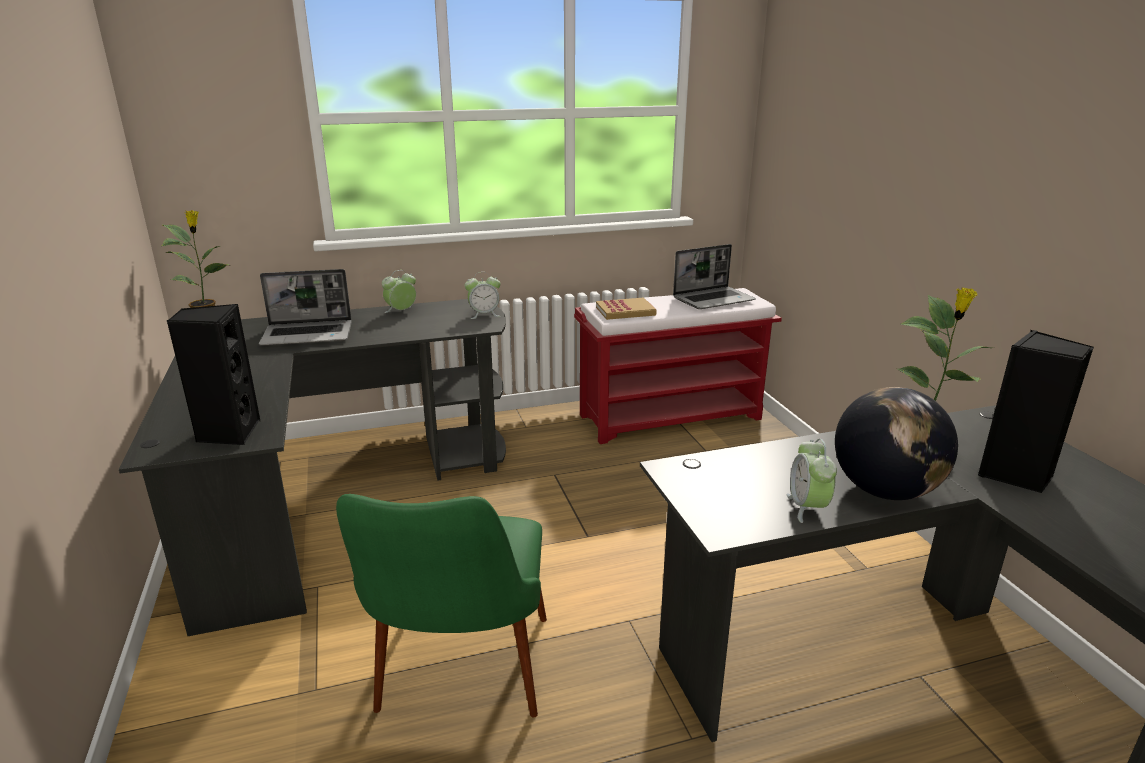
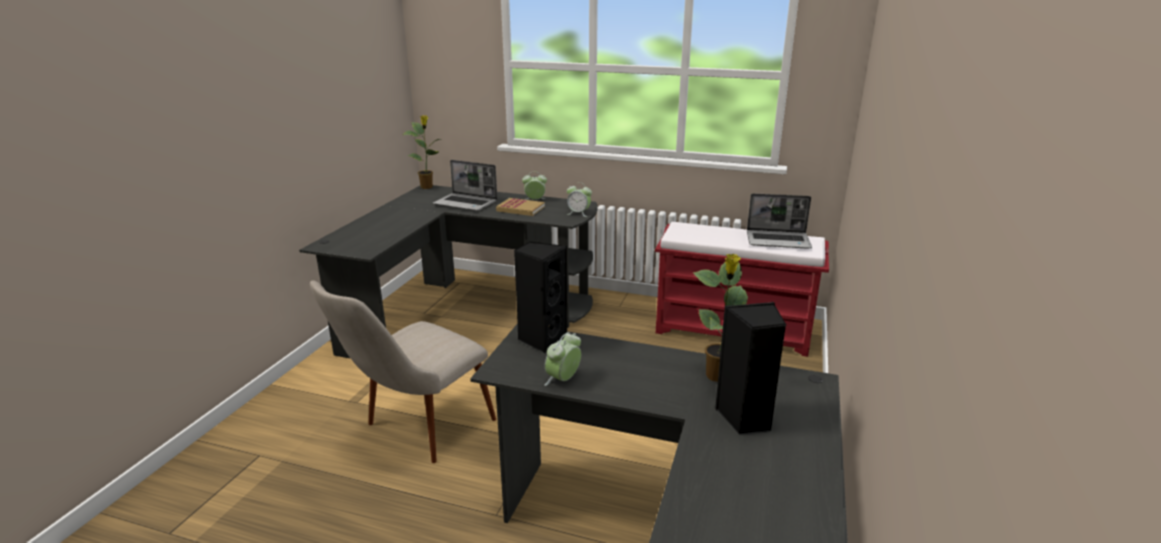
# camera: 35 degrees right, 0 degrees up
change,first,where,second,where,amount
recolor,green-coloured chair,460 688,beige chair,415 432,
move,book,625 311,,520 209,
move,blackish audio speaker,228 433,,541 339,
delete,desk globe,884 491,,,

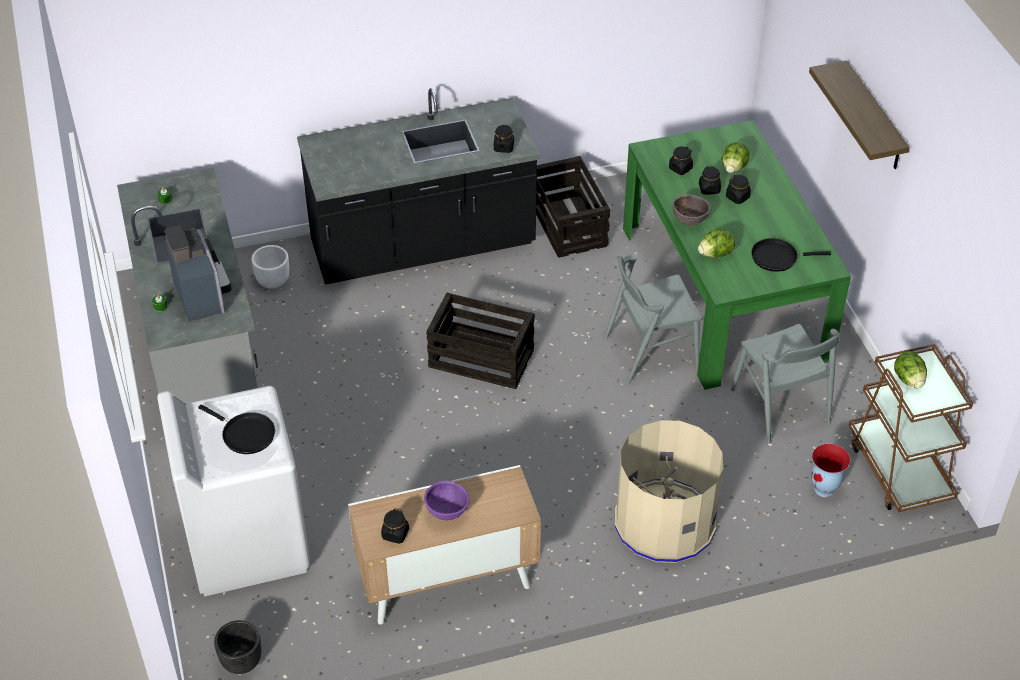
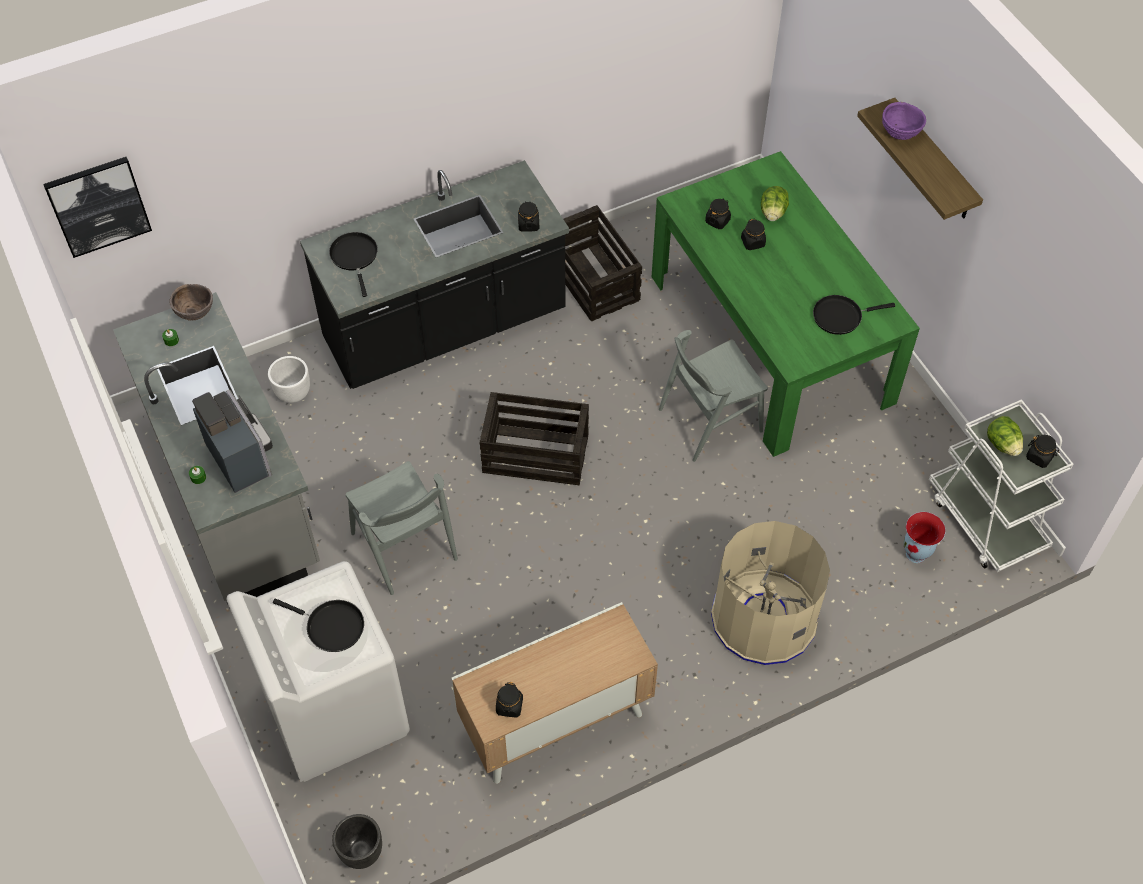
# camera: 10 degrees left, 10 degrees up
change,first,where,second,where,amount
insert,,,wall picture,98 205,
move,brownish serving bowl,689 222,,195 314,
insert,,,blackish pan,355 257,
move,grey chair,780 406,,404 547,
move,purple-coloured serving bowl,447 513,,899 134,
recolor,brownish wheeled cart,899 470,white wheeled cart,986 520,
move,blackish preserve jar,737 197,,1039 457,
delete,lettuce,715 254,,,

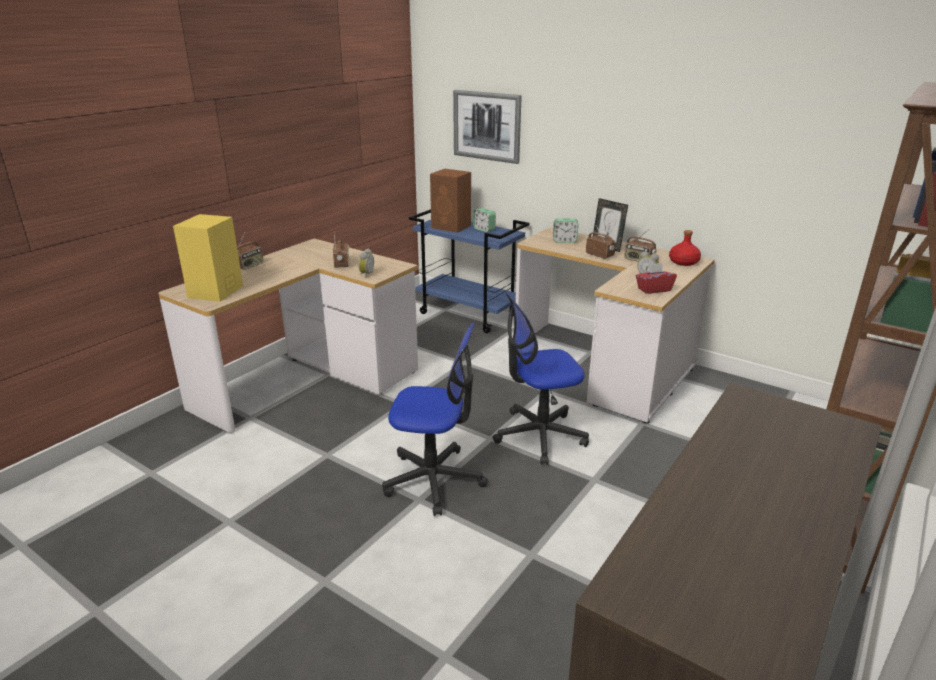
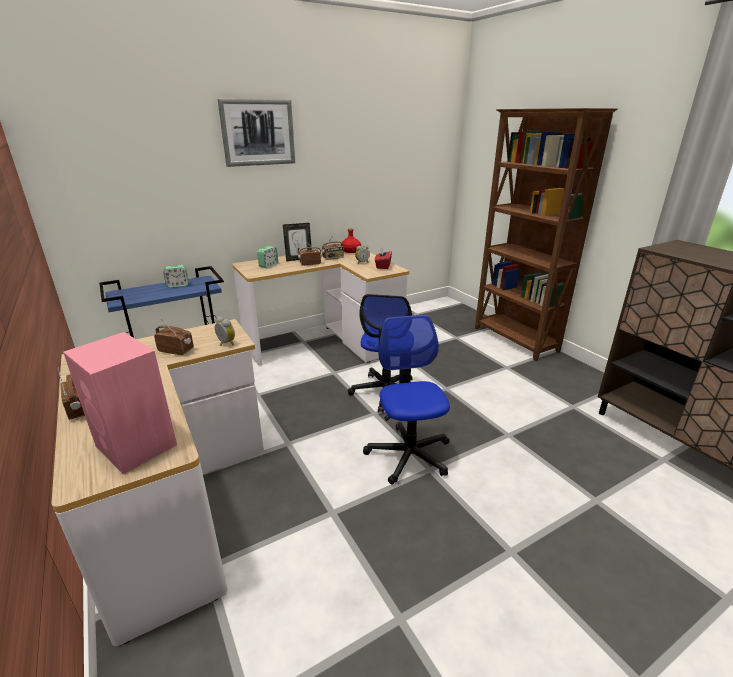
# camera: 65 degrees left, 0 degrees up
change,first,where,second,where,amount
recolor,yellow audio speaker,215 292,pink audio speaker,137 446,
move,wall picture,487 126,,258 133,
rotate,office chair,434 480,,409 455,45 degrees counterclockwise
delete,brownish audio speaker,452 227,,,

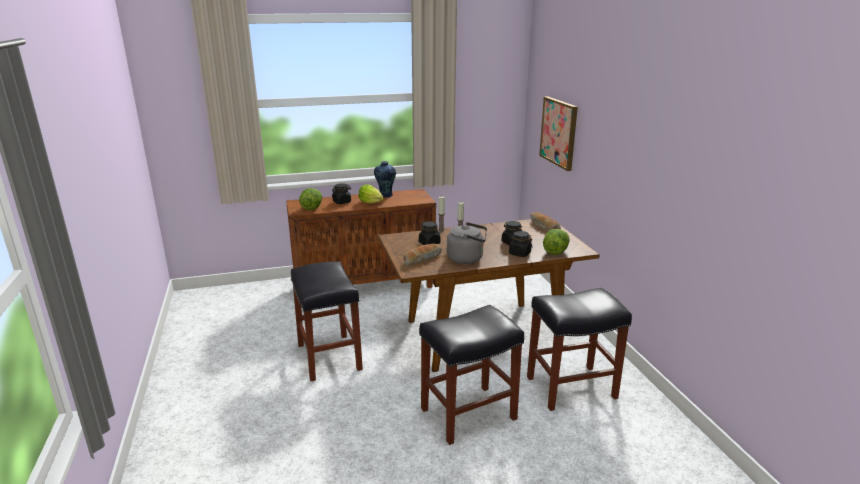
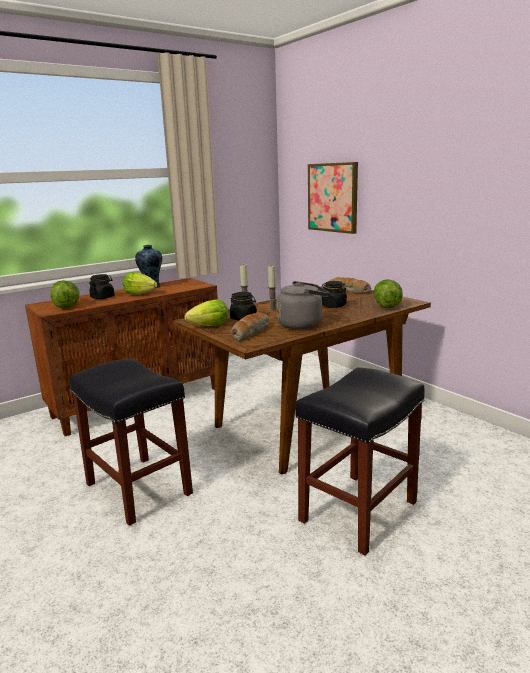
# camera: 20 degrees left, 5 degrees down
change,first,where,second,where,amount
insert,,,lettuce,210 326,
delete,blackish preserve jar,519 253,,,
delete,blackish sitting stool,570 388,,,

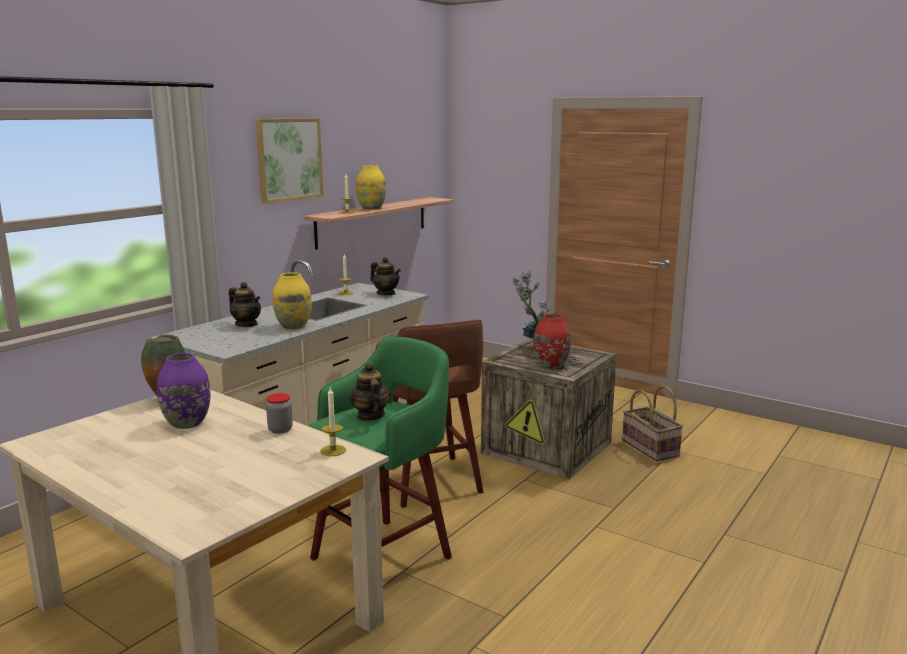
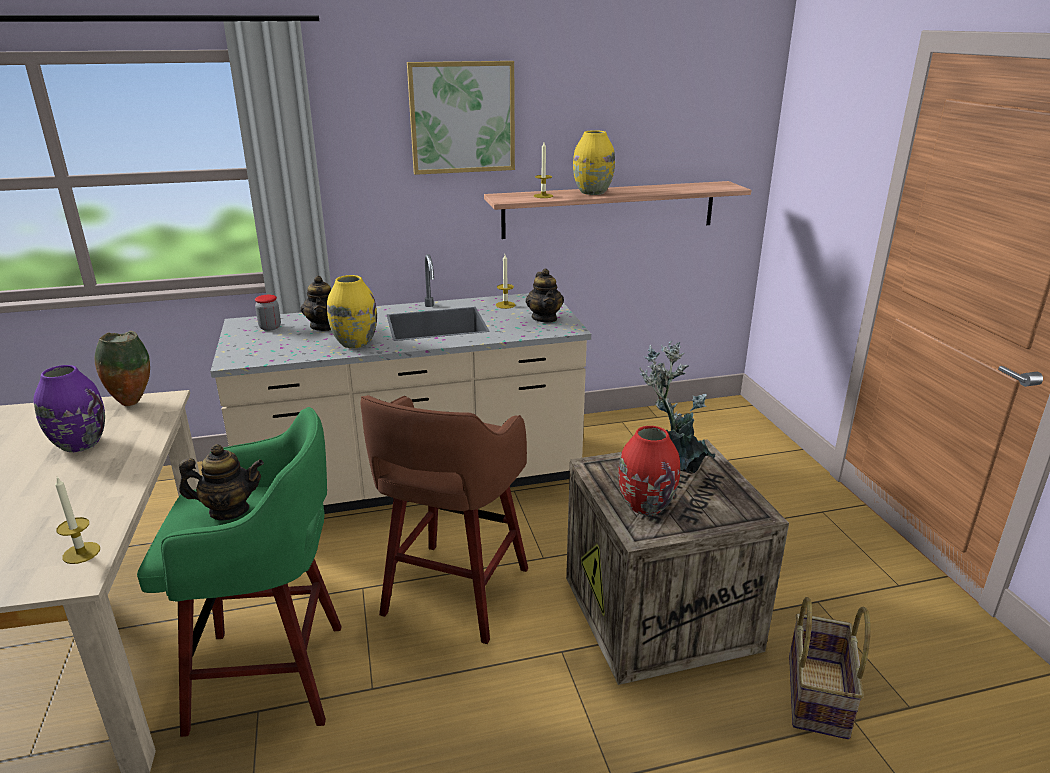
# camera: 40 degrees right, 10 degrees up
change,first,where,second,where,amount
rotate,tea pot,370 416,,229 510,60 degrees clockwise
move,preserve jar,280 430,,270 327,

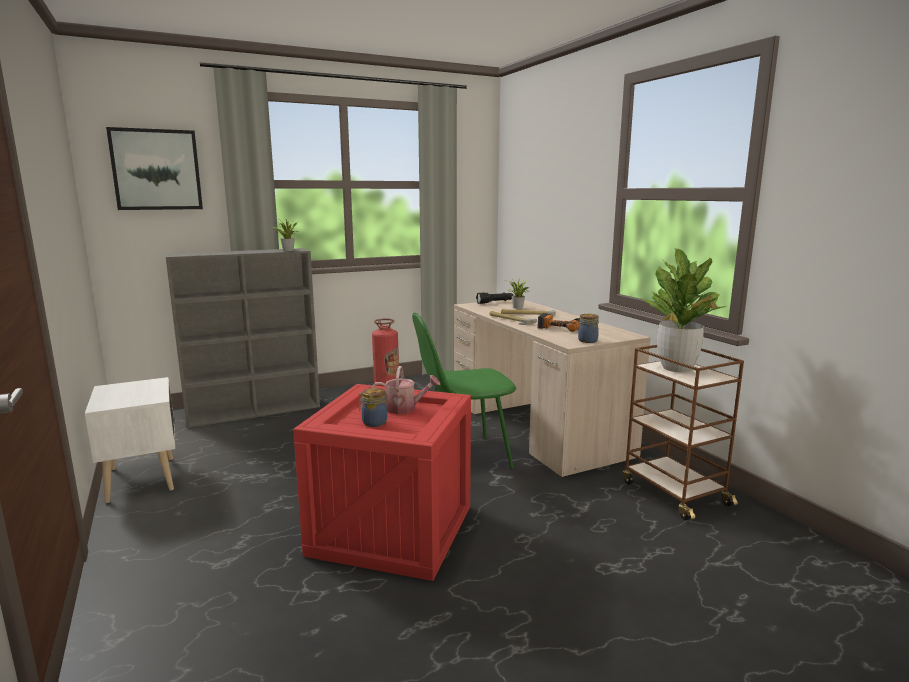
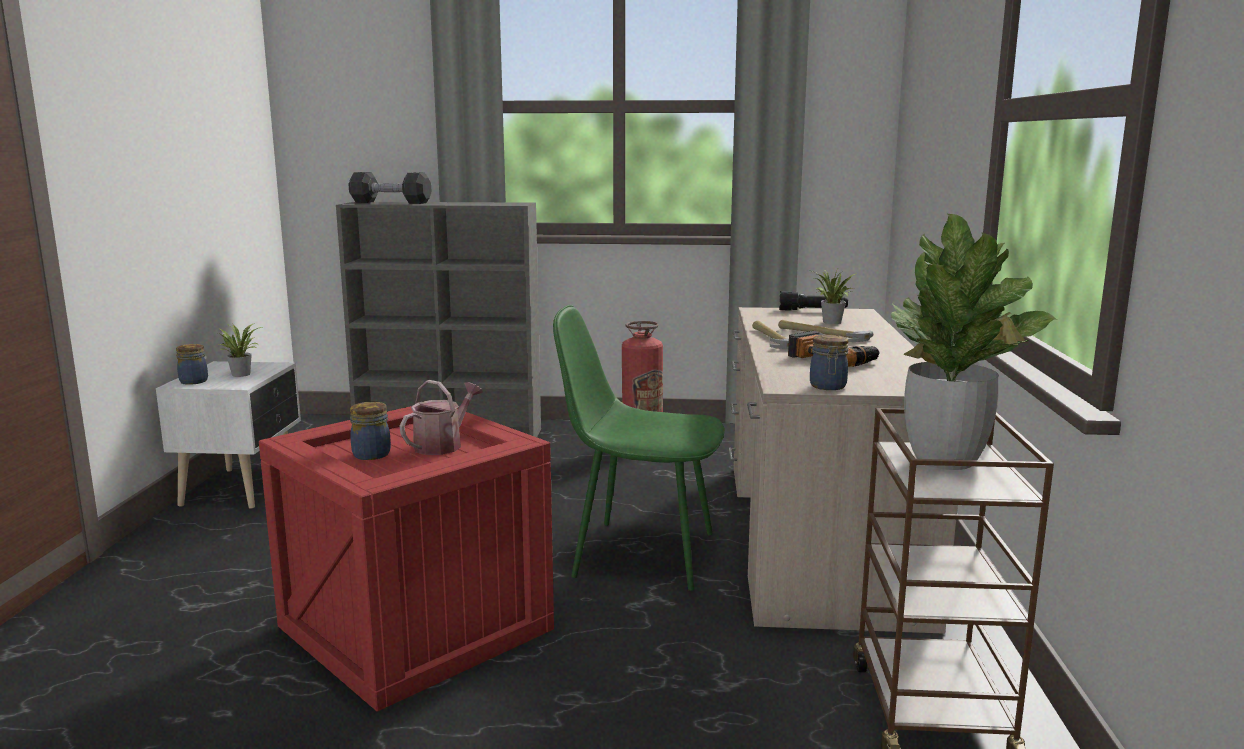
# camera: 30 degrees right, 0 degrees up
change,first,where,second,where,amount
insert,,,preserve jar,193 381,
move,houseplant,287 250,,241 374,
insert,,,blackish hand weight,391 202,
rotate,sprinkling can,405 409,,442 445,90 degrees counterclockwise
delete,wall picture,156 170,,,

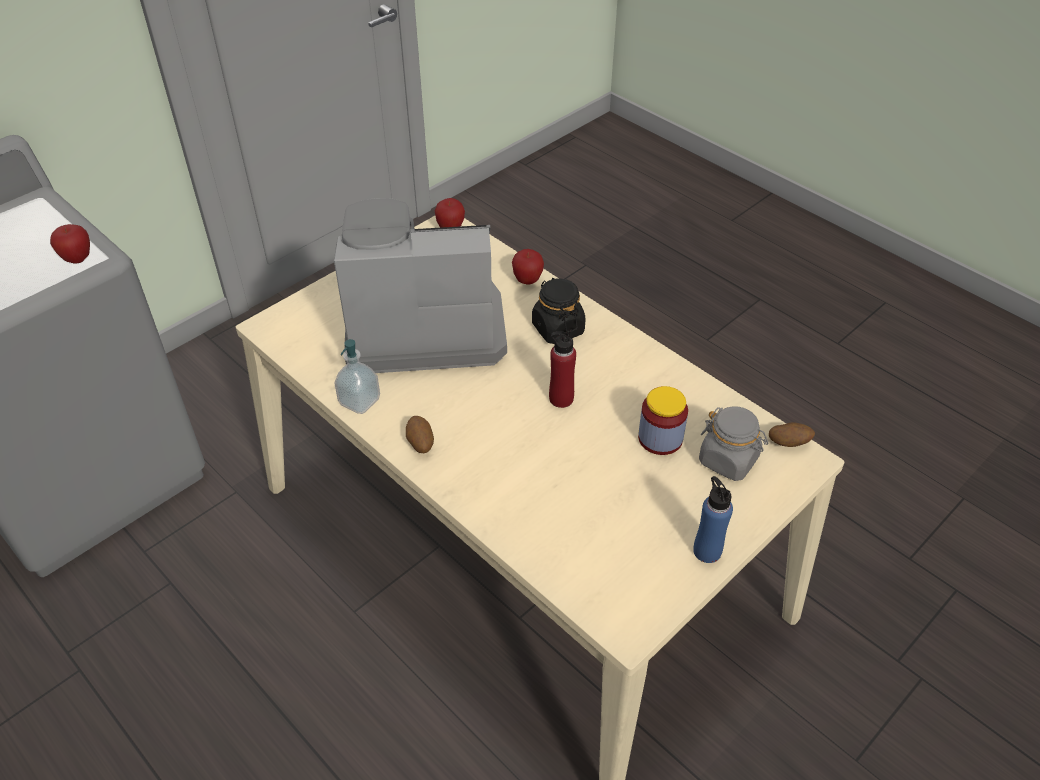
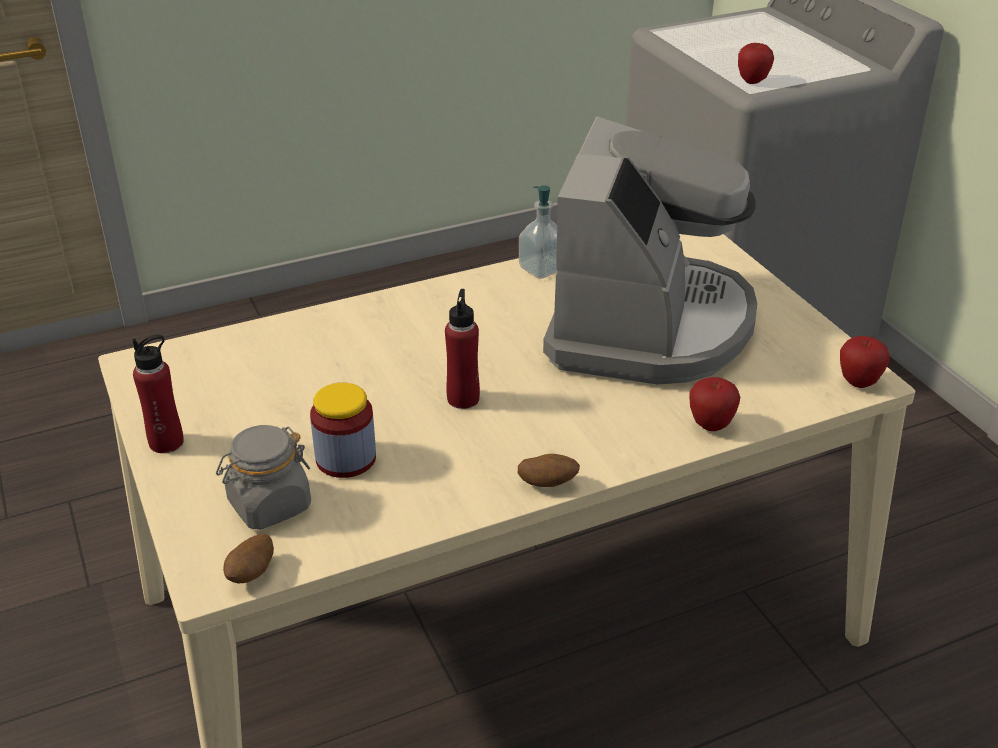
# camera: 110 degrees right, 10 degrees down
change,first,where,second,where,amount
recolor,blue drink bottle,707 551,red-coloured drink bottle,166 442,
move,potato,420 443,,548 484,
delete,blackish preserve jar,557 328,,,

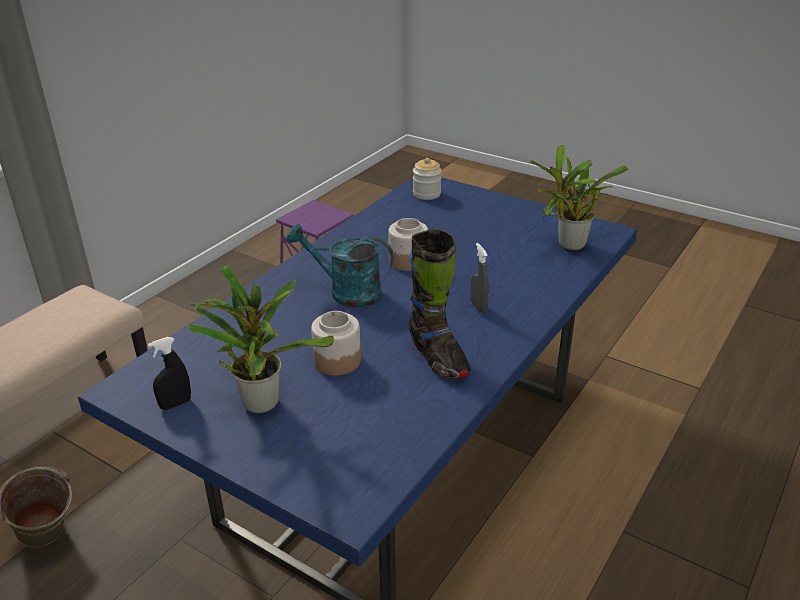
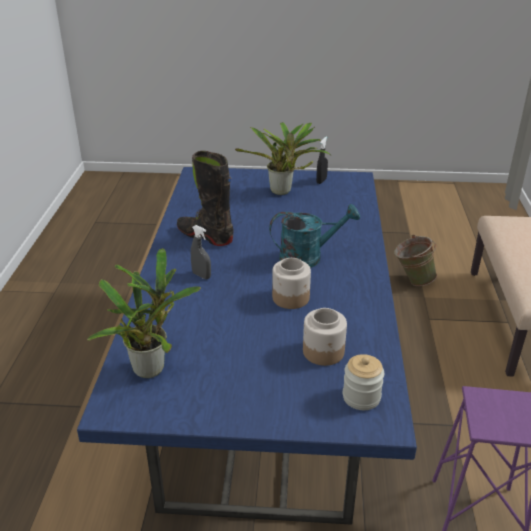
# camera: 150 degrees right, 0 degrees up
change,first,where,second,where,amount
move,preserve jar,337 360,,324 352,

